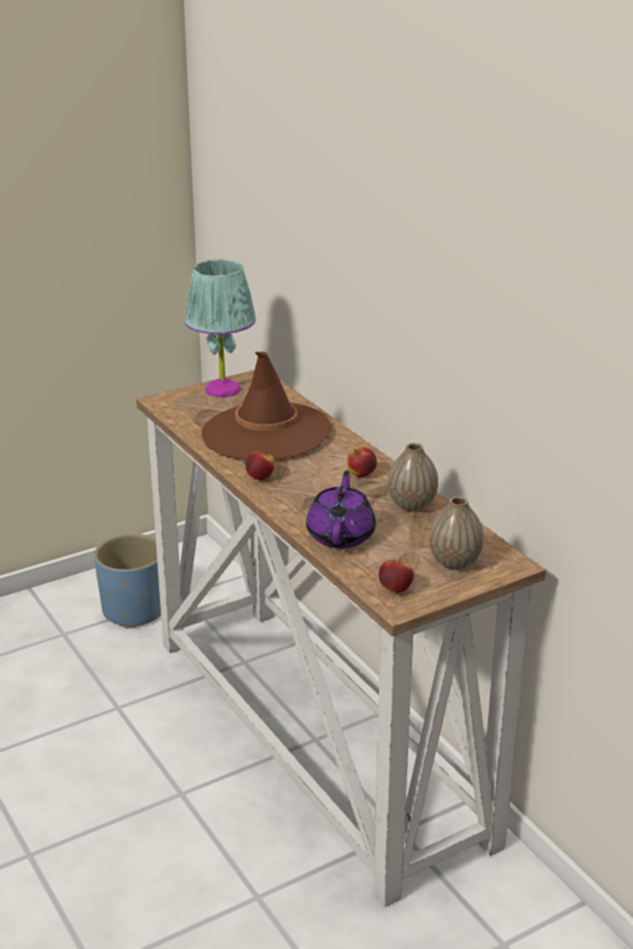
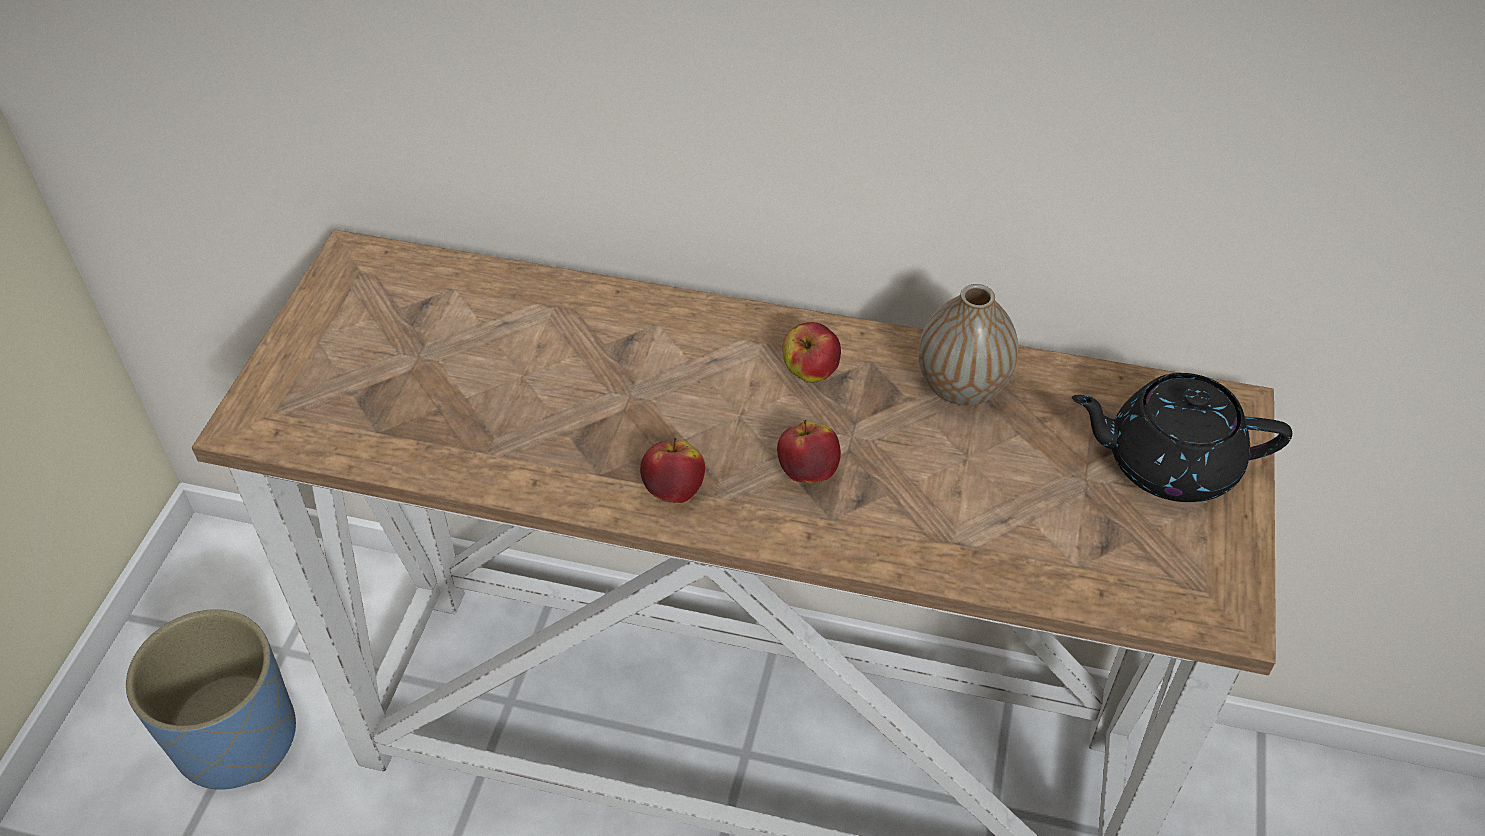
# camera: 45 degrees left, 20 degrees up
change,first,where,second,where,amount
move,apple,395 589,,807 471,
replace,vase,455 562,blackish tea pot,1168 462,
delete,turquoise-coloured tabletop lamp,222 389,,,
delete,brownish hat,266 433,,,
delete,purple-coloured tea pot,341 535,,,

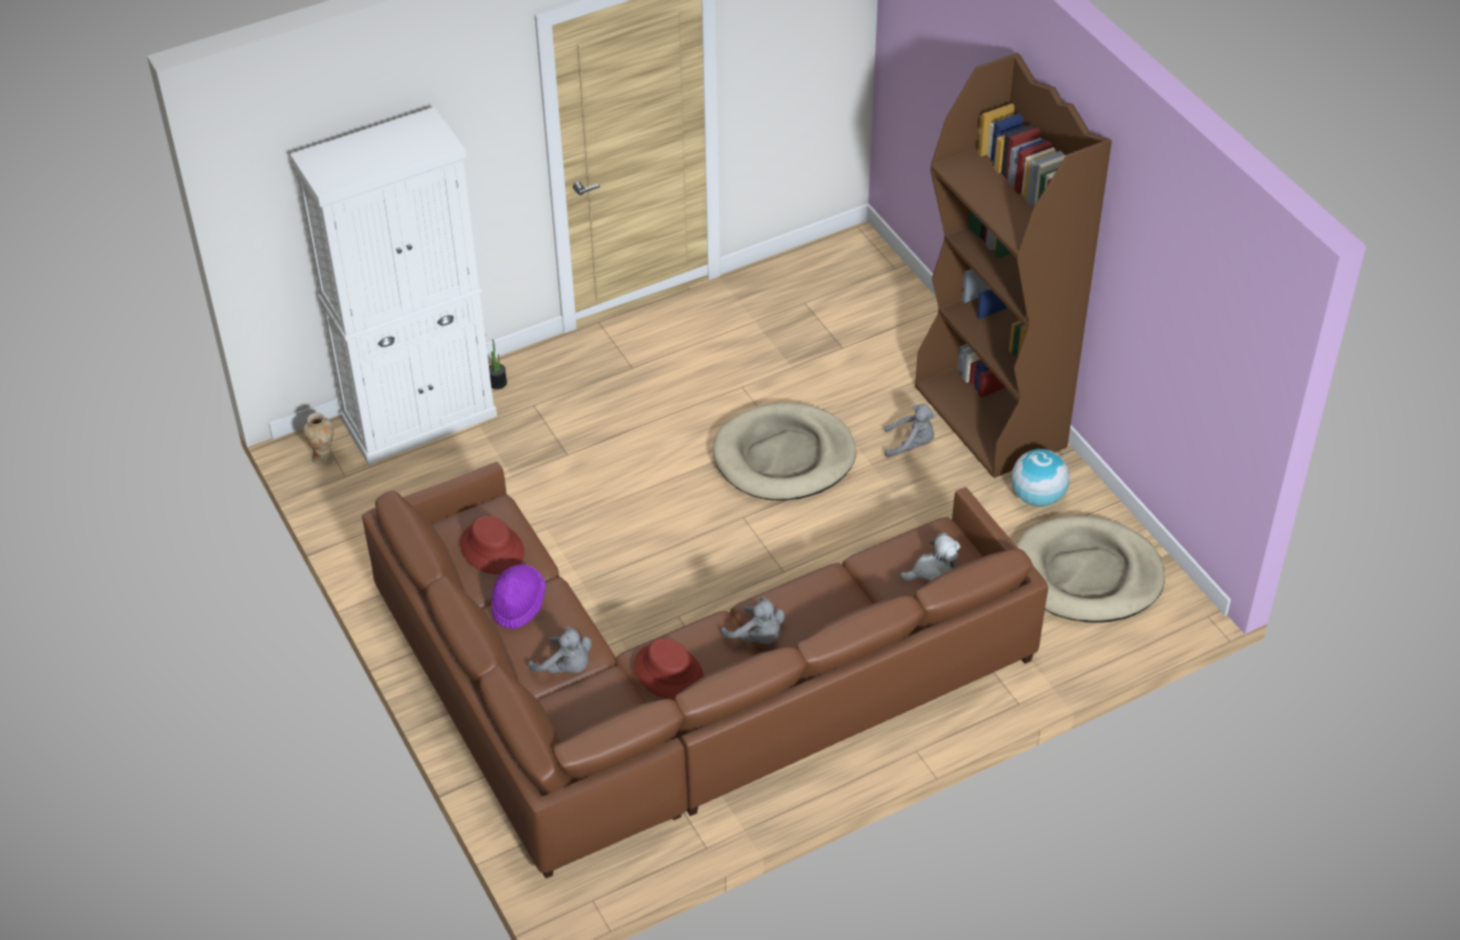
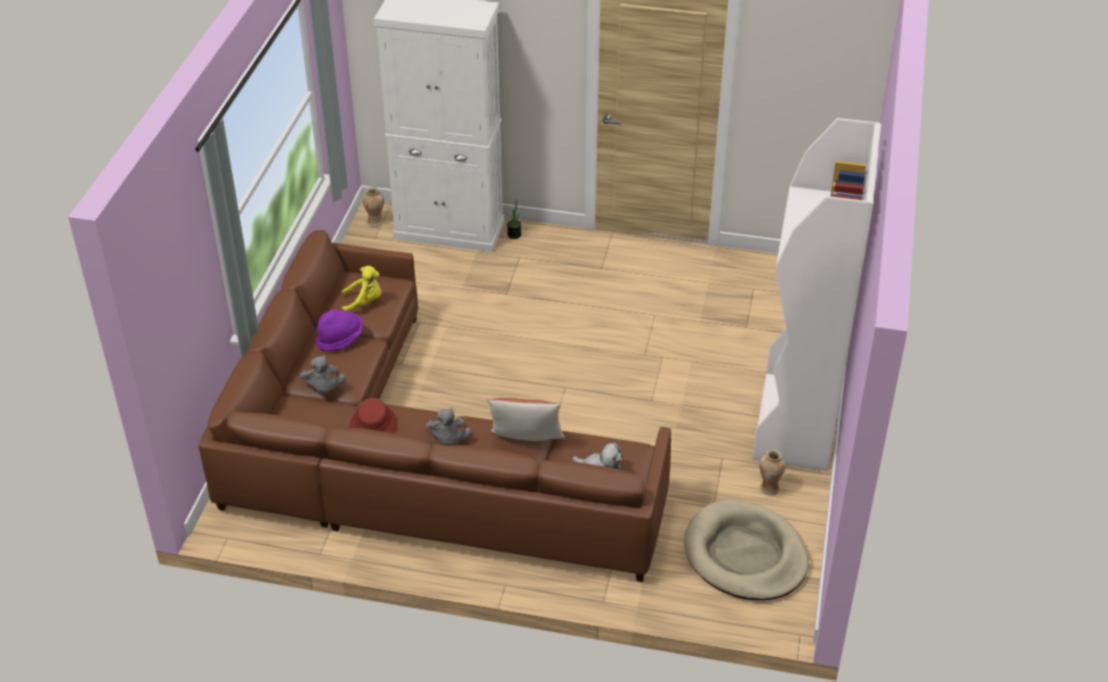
# camera: 40 degrees right, 5 degrees down
change,first,where,second,where,amount
replace,red-coloured hat,492 548,yellow cuddly toy,364 302,
insert,,,cushion,526 441,
recolor,brownish shelving unit,991 417,white shelving unit,796 423,
replace,desk globe,1038 497,vase,769 488,
delete,beige pet bed,784 457,,,
delete,grey cuddly toy,911 444,,,

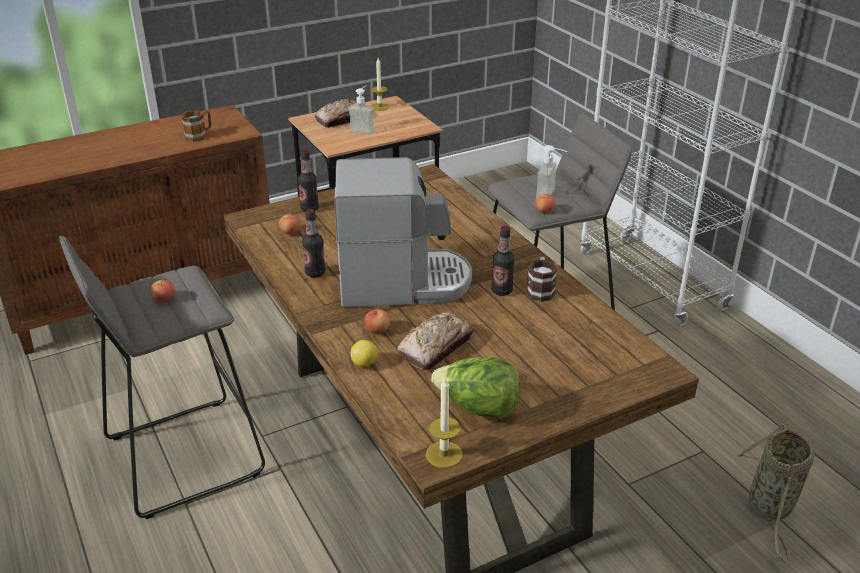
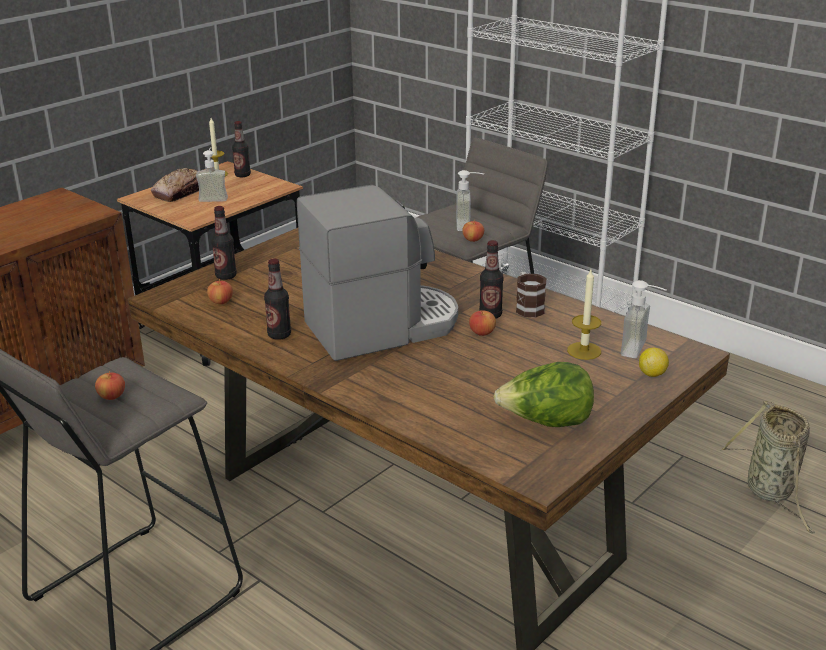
# camera: 20 degrees left, 5 degrees down
change,first,where,second,where,amount
insert,,,drink bottle,242 175,
move,apple,377 330,,482 333,
move,candle,444 454,,584 351,
insert,,,soap dispenser,642 350,
move,citrus fruit,364 363,,652 374,
delete,coffee mug,199 135,,,
delete,baked bread,436 347,,,

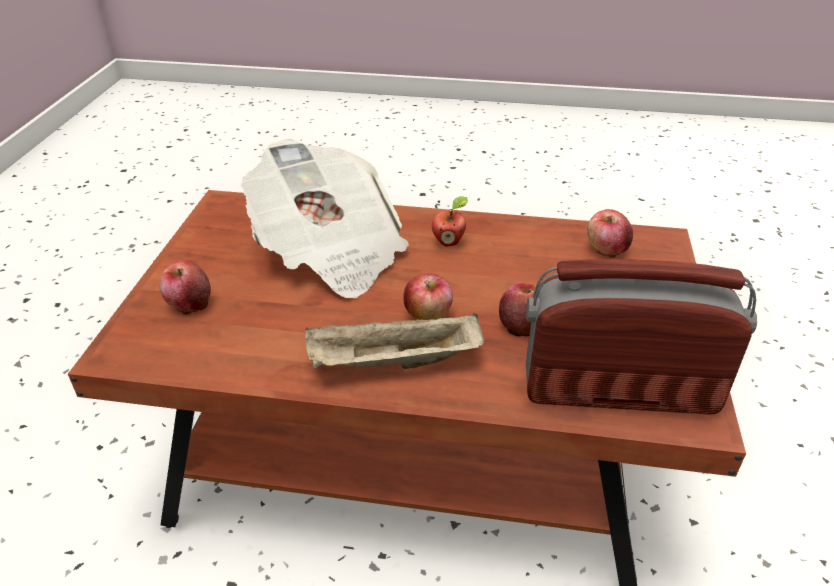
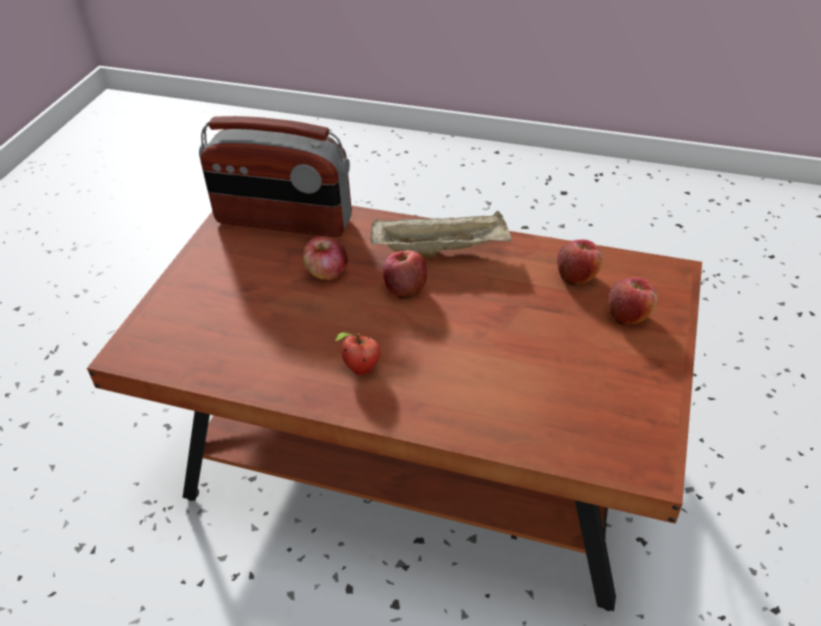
# camera: 170 degrees left, 5 degrees up
change,first,where,second,where,amount
move,apple,606 249,,577 275,
delete,daily paper,330 252,,,

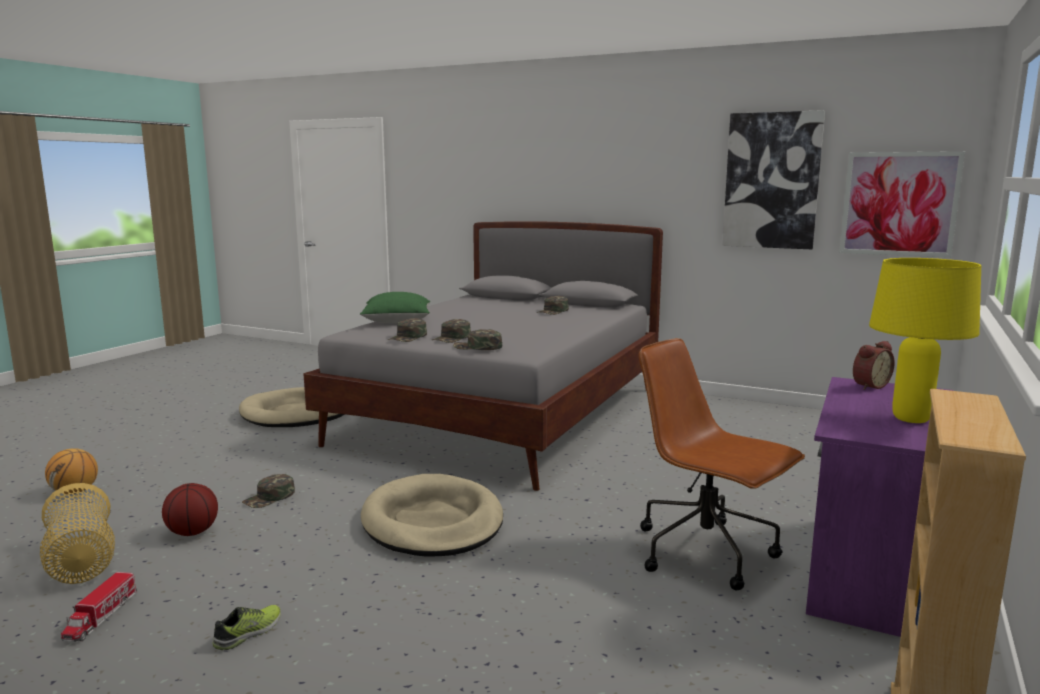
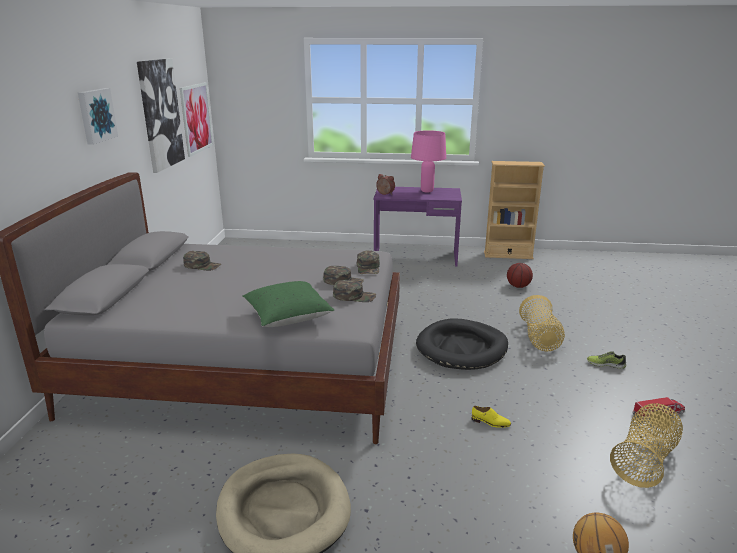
# camera: 110 degrees left, 10 degrees up
change,first,where,second,where,amount
insert,,,wall picture,96 115,
recolor,yellow tabletop lamp,911 419,pink tabletop lamp,427 191,
recolor,beige pet bed,432 522,blackish pet bed,462 348,
replace,green-coloured cap,269 498,yellow item of footwear,490 422,
move,basketball,192 533,,518 286,
insert,,,household basket,539 338,
delete,brownish office chair,707 553,,,

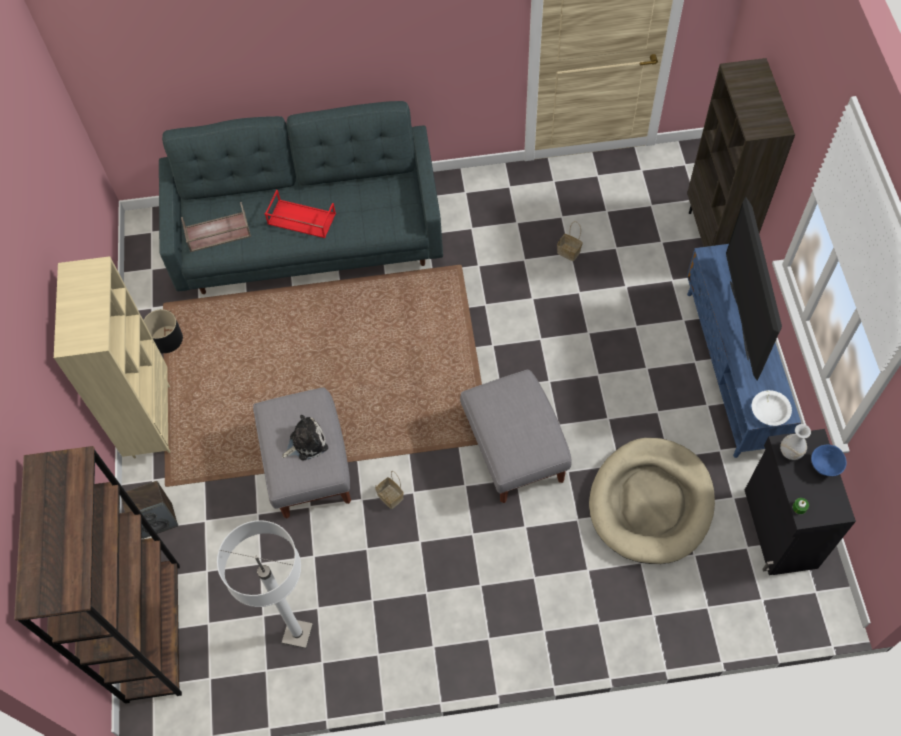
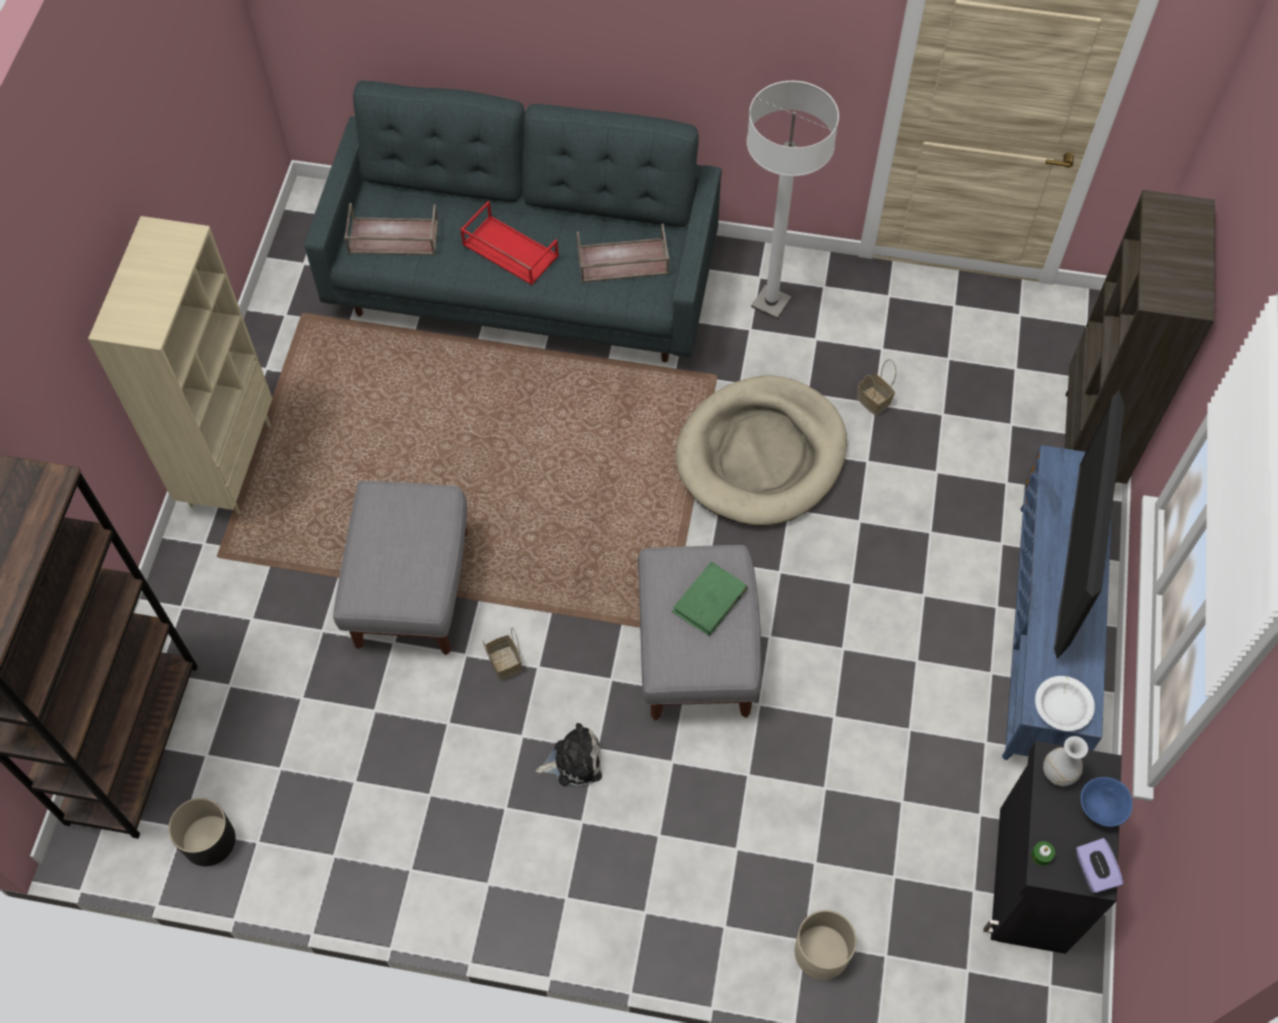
# camera: 15 degrees right, 0 degrees up
change,first,where,second,where,amount
move,blackish planter,166 339,,209 840,
move,cuddly toy,306 443,,574 761,
insert,,,brownish tray,621 261,
insert,,,green-coloured book,709 601,
move,beige pet bed,651 503,,761 455,
move,white floor lamp,297 633,,771 303,
insert,,,beige planter,822 952,
insert,,,purple-coloured box of tissues,1094 871,
delete,audio speaker,157 520,,,

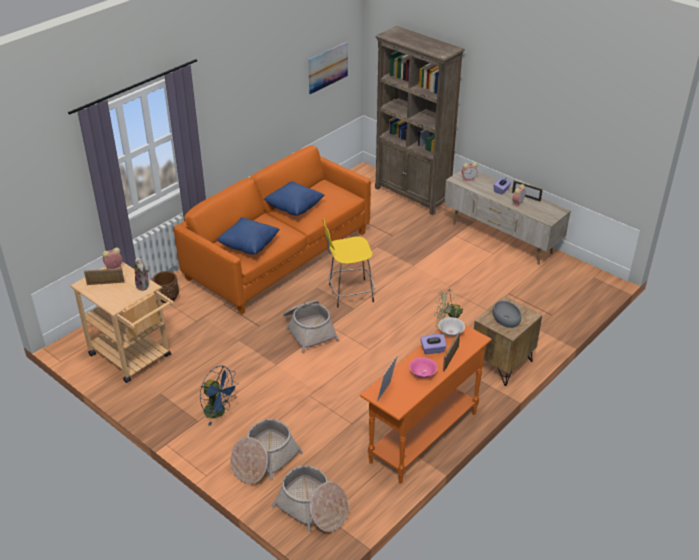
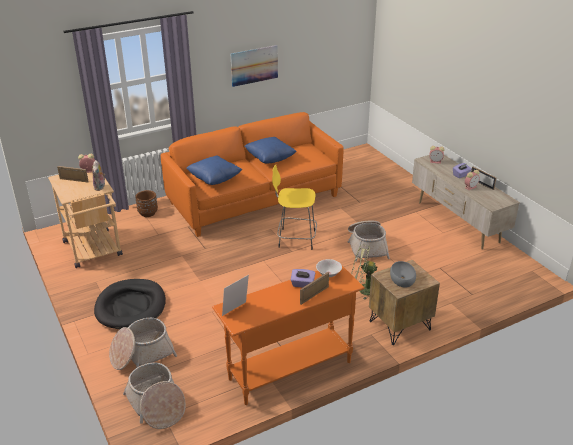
# camera: 20 degrees right, 5 degrees down
change,first,where,second,where,amount
replace,blue electric fan,219 412,blackish pet bed,131 307,
move,wall picture,327 67,,254 65,
move,household basket,309 330,,367 246,
delete,brownish shelving unit,412 195,,,
delete,pink serving bowl,423 374,,,

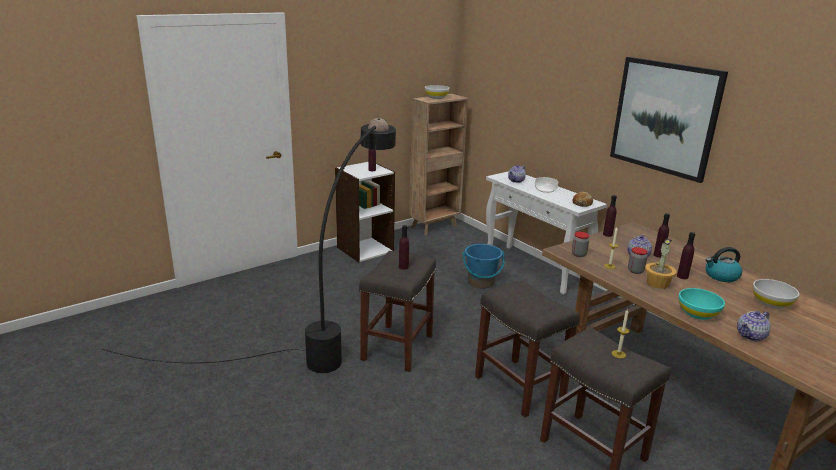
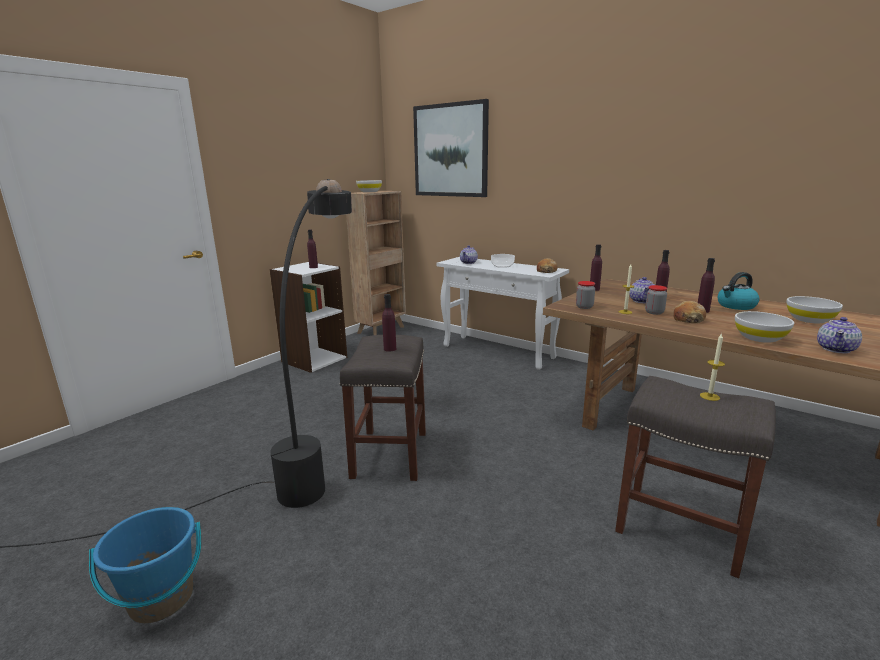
# camera: 15 degrees left, 5 degrees down
change,first,where,second,where,amount
move,blue pail,481 282,,161 599,
move,wall picture,665 117,,450 150,
replace,houseplant,658 283,baked bread,688 319,
recolor,turquoise-coloured serving bowl,698 313,white serving bowl,759 338,
delete,grey sitting stool,518 386,,,

